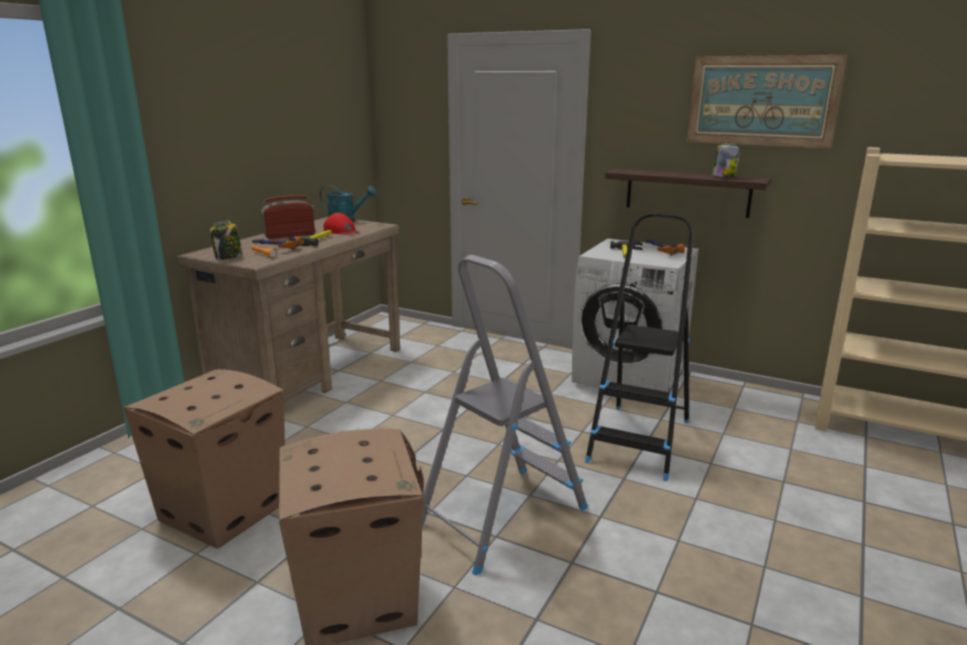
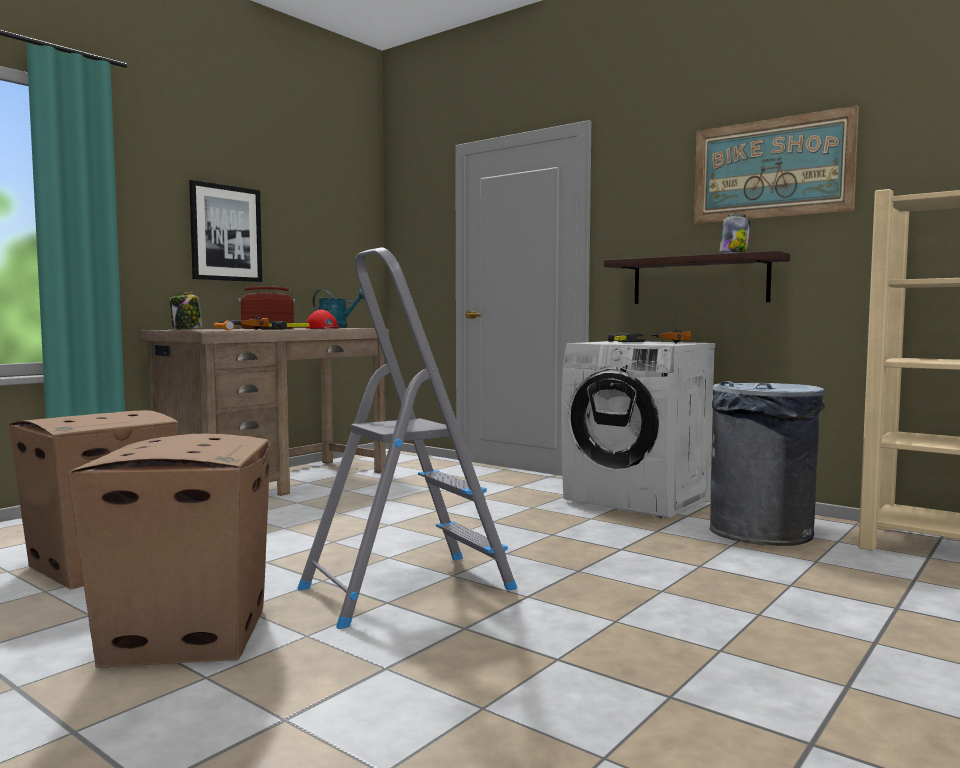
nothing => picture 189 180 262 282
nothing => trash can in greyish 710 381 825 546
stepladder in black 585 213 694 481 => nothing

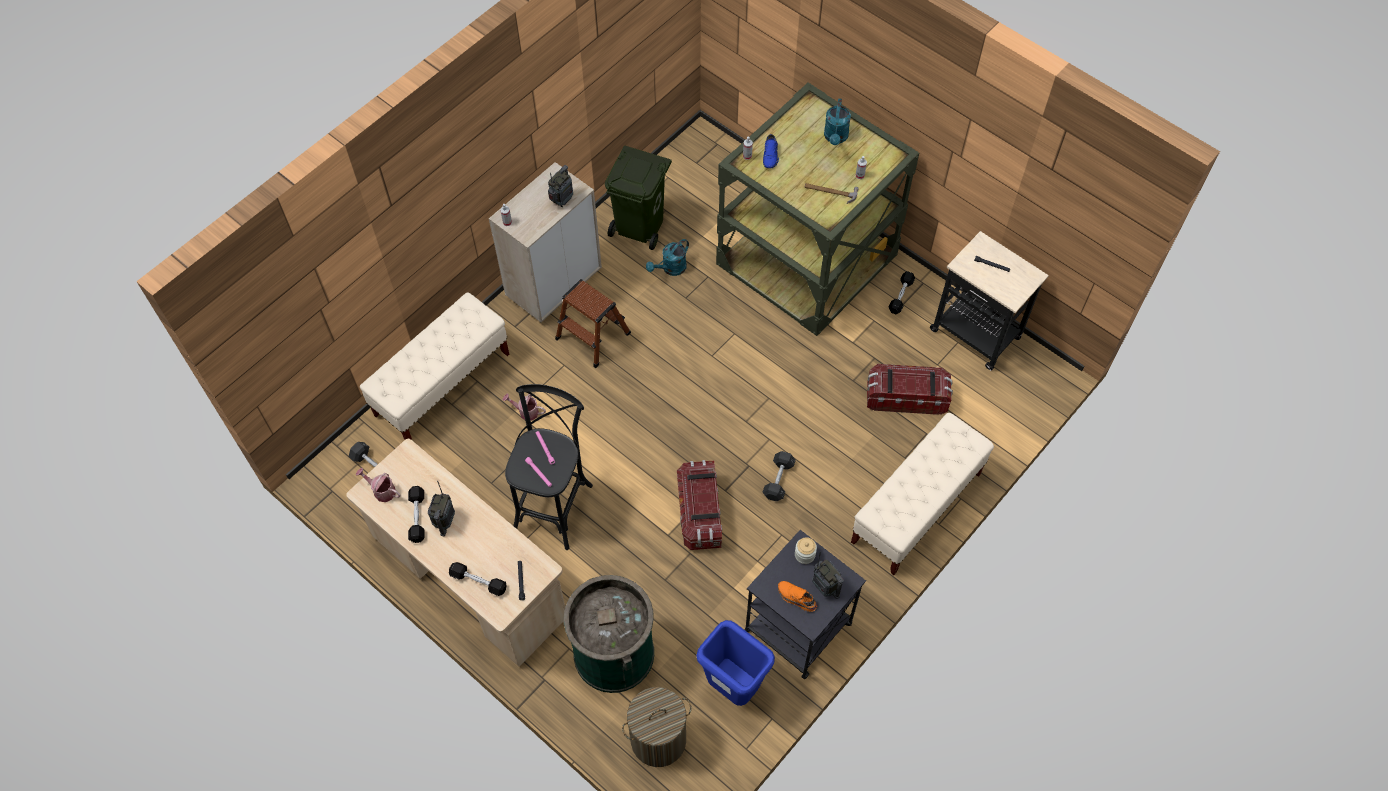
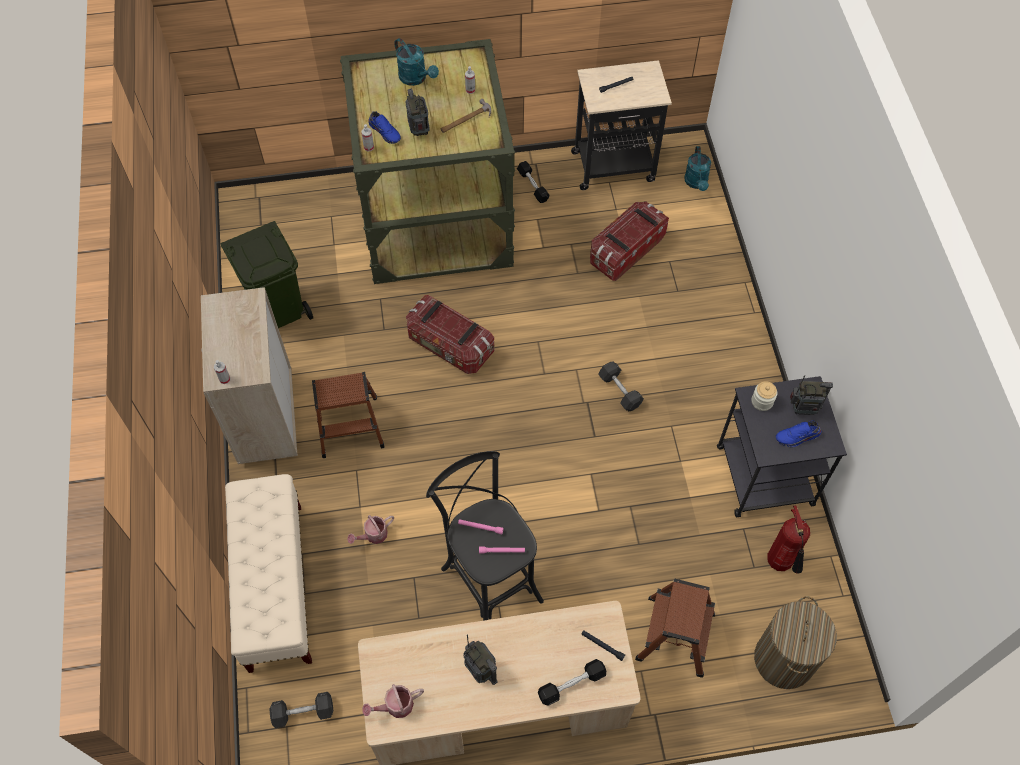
radio set 548 165 573 207 => radio set 406 89 430 136, move
storage container 677 460 722 550 => storage container 406 295 494 374, move
trash can in green 564 575 654 693 => stepladder in brownish 635 578 715 678
sprinkling can in turquoise-coloured 646 239 689 276 => sprinkling can in turquoise-coloured 684 146 711 191, move
trash can in blue-coloured 696 620 775 706 => extinguisher 767 505 810 574
low shoe in orangey 778 581 817 612 => low shoe in blue-coloured 776 421 821 447
dumbbell in black 408 486 424 543 => nothing
long seat in beige-coloured 851 413 994 575 => nothing

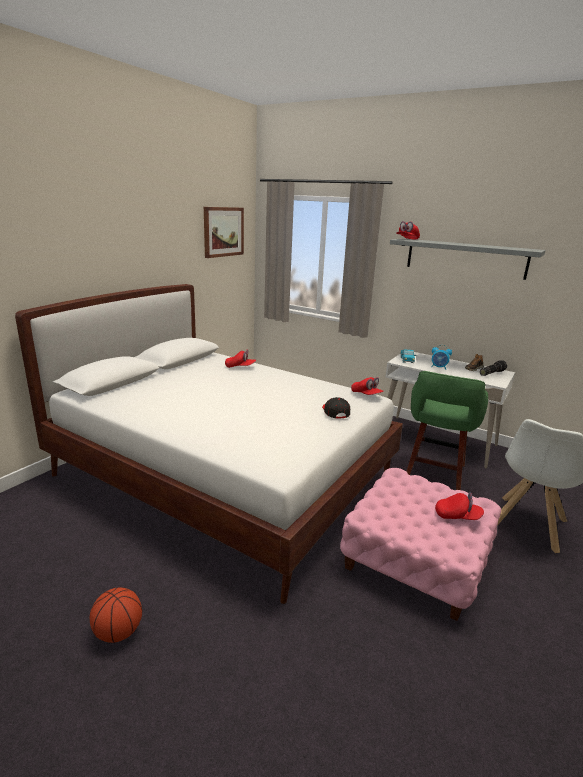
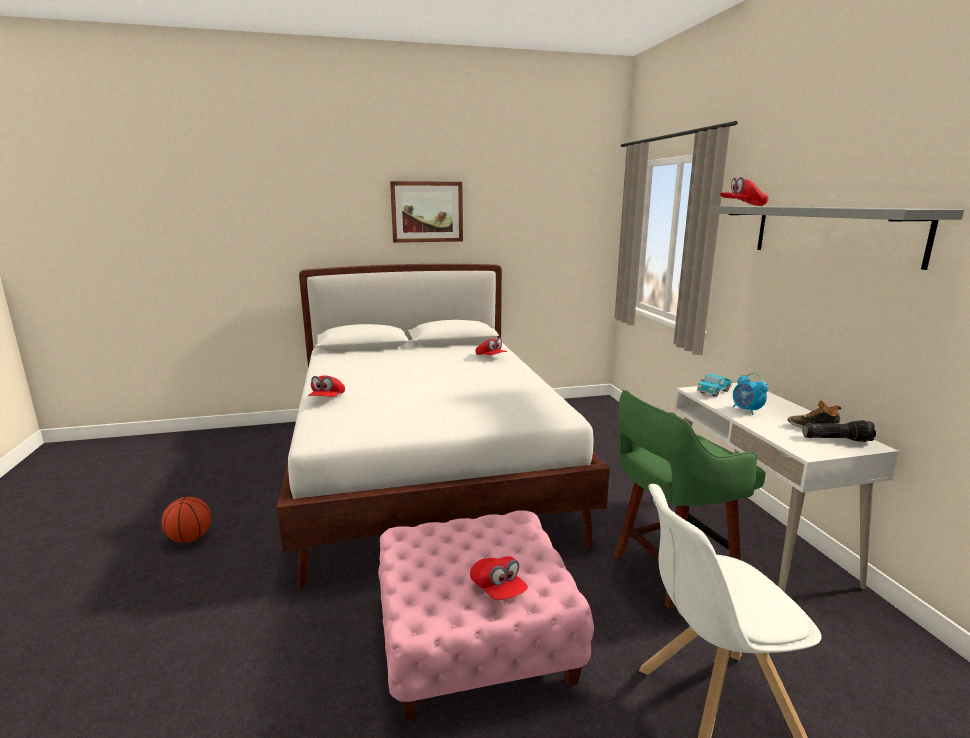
peaked cap in red 351 377 384 395 => peaked cap in red 308 376 345 397, move
picture 204 207 244 258 => picture 390 181 463 243, move
peaked cap in black 322 397 350 418 => nothing

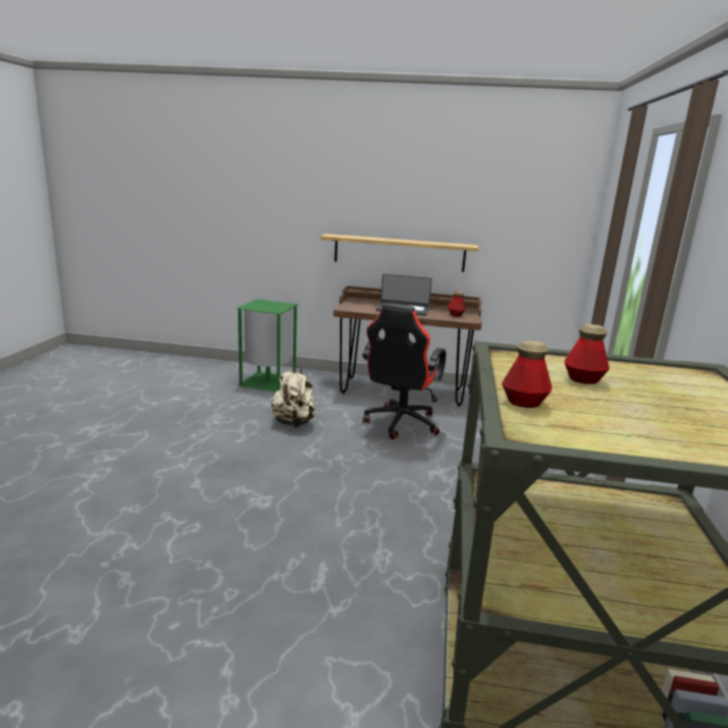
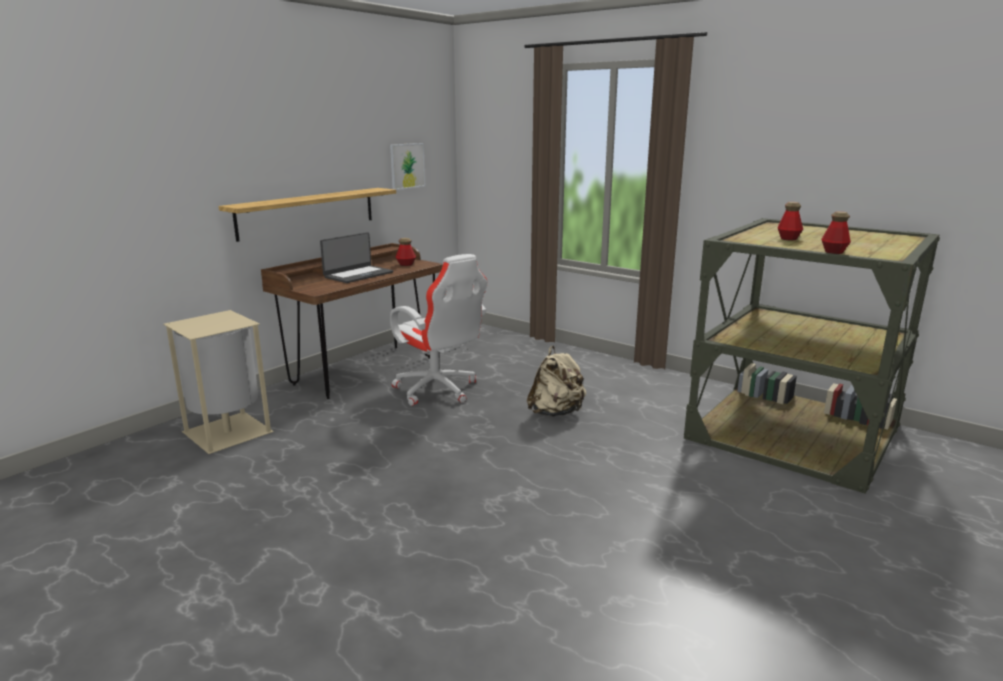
trash can in green 236 299 298 392 => trash can in beige-coloured 163 310 274 454
nothing => picture 390 143 425 190
desk chair in black 362 303 446 440 => desk chair in white-coloured 390 254 487 406
rucksack in beige-coloured 271 366 316 428 => rucksack in beige-coloured 527 346 586 417, move

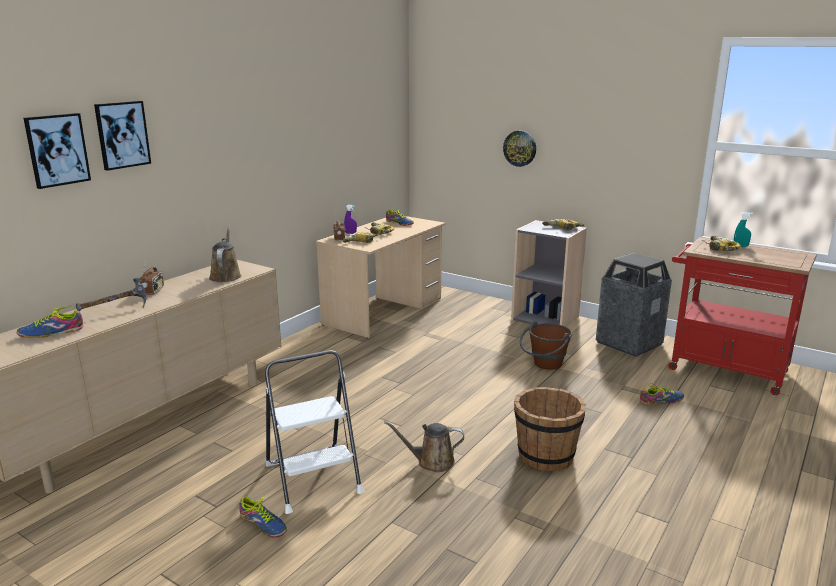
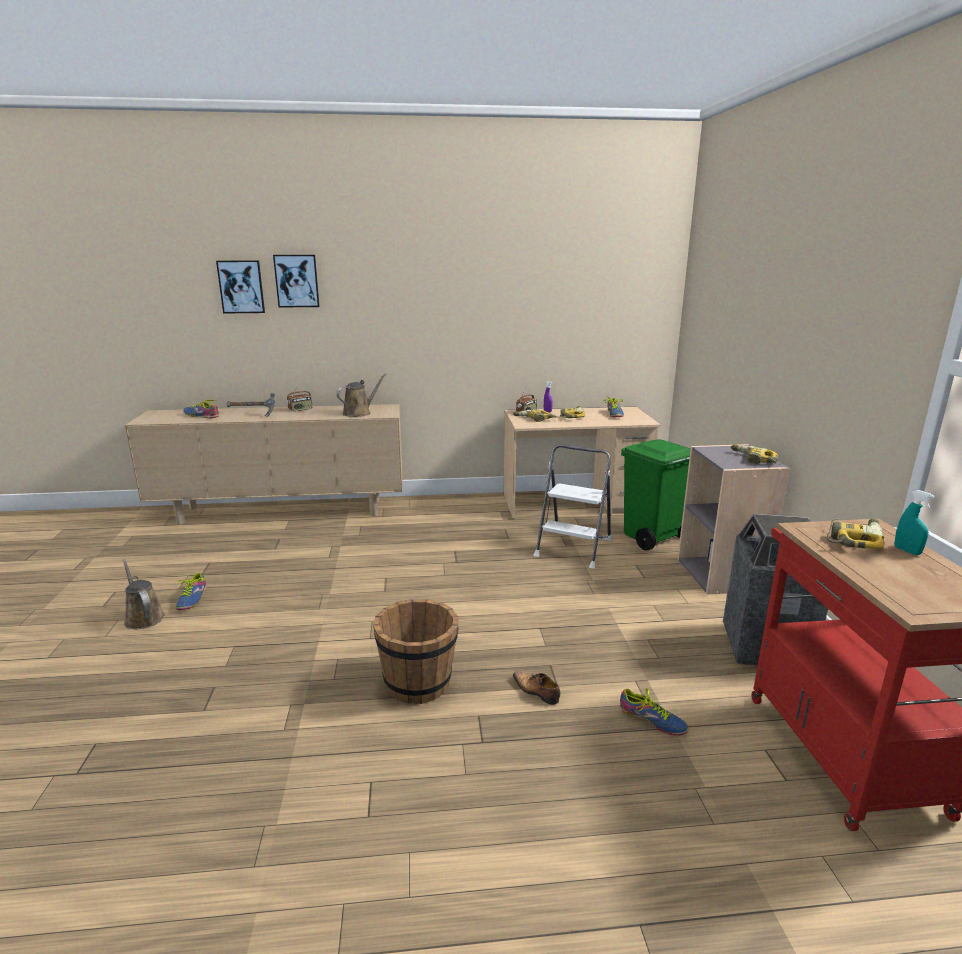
sprinkling can in brownish 384 421 464 472 => sprinkling can in brownish 123 559 165 629, move
nothing => low shoe 513 671 560 705
stepladder in white-coloured 265 350 364 514 => stepladder in white-coloured 533 445 611 569, move
nothing => trash can in green 621 440 691 551
wall clock 503 131 536 167 => nothing
pail in brownish 520 321 572 370 => nothing

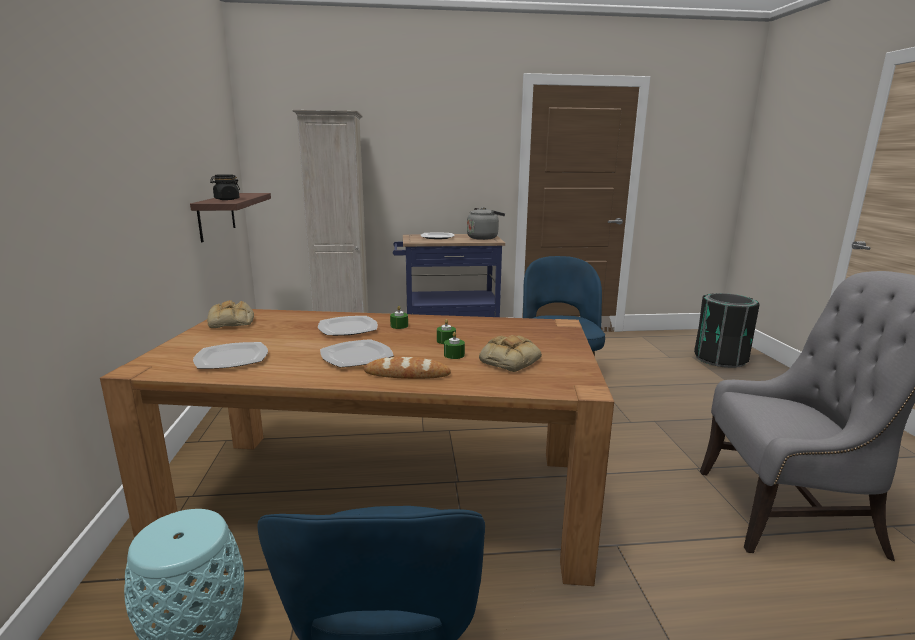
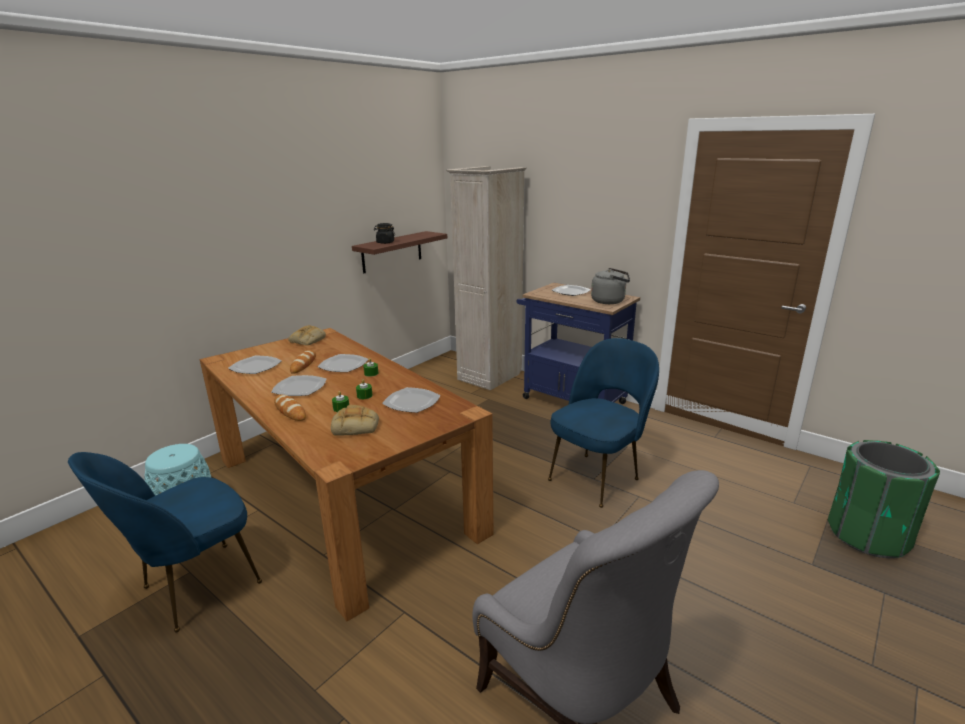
nothing => baked bread 290 350 316 374
nothing => dinner plate 382 387 441 413
trash can in black 694 293 760 368 => trash can in green 828 440 940 558

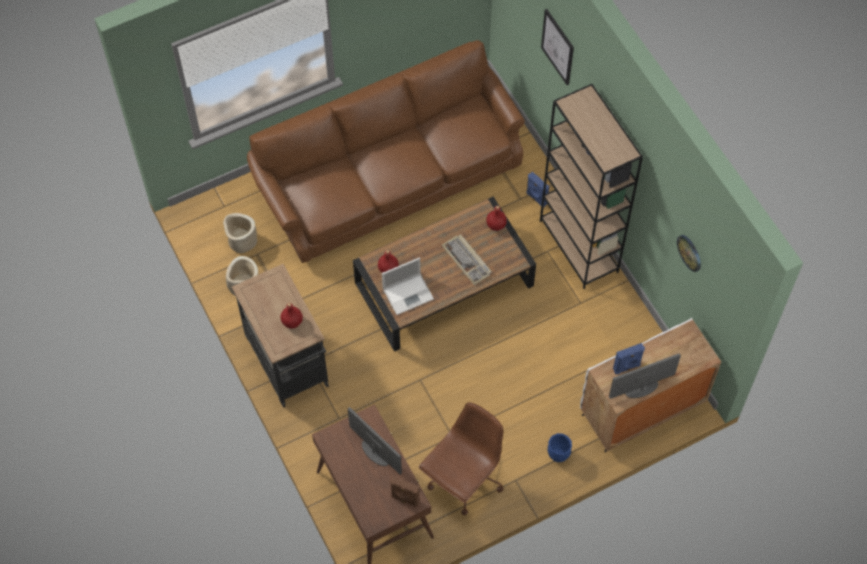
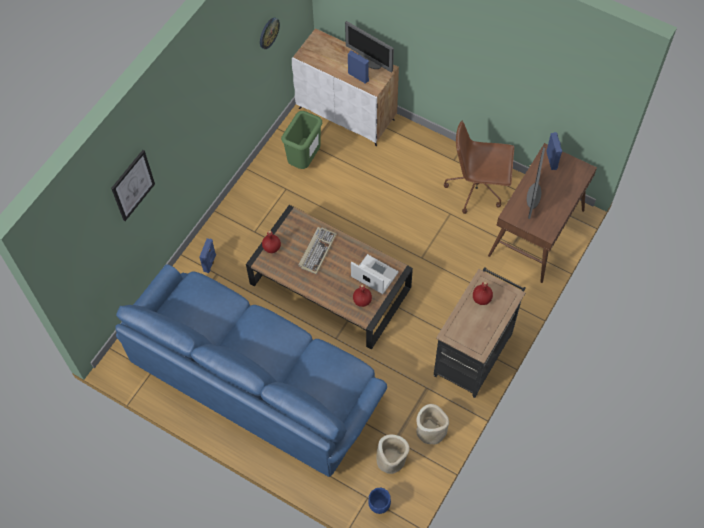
sofa in brownish 247 40 525 263 => sofa in blue-coloured 115 264 387 477
nothing => trash can in green 281 111 322 169
flower pot in blue-coloured 548 433 572 462 => flower pot in blue-coloured 368 488 391 514, move
speaker in brownish 390 476 420 507 => speaker in blue-coloured 546 132 562 170
bookshelf in beige-coloured 540 84 643 289 => nothing

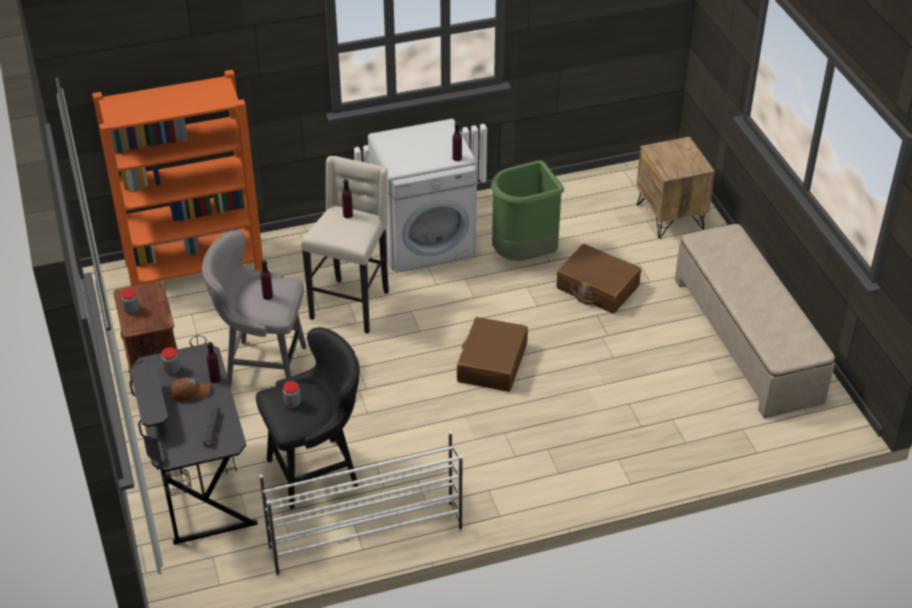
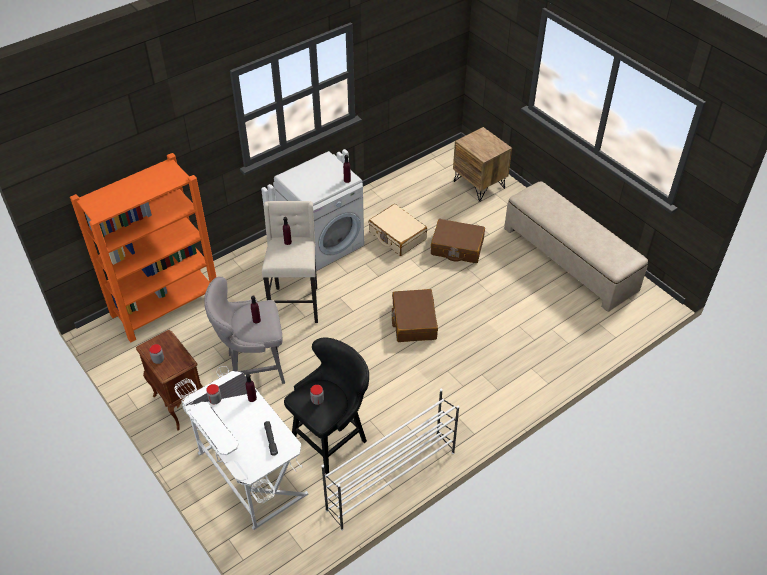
desk unit in black 129 335 258 544 => desk unit in white-coloured 174 366 308 530
trash can in green 491 160 564 261 => travel case in beige-coloured 368 204 427 256
peaked cap in brownish 171 377 210 402 => nothing

